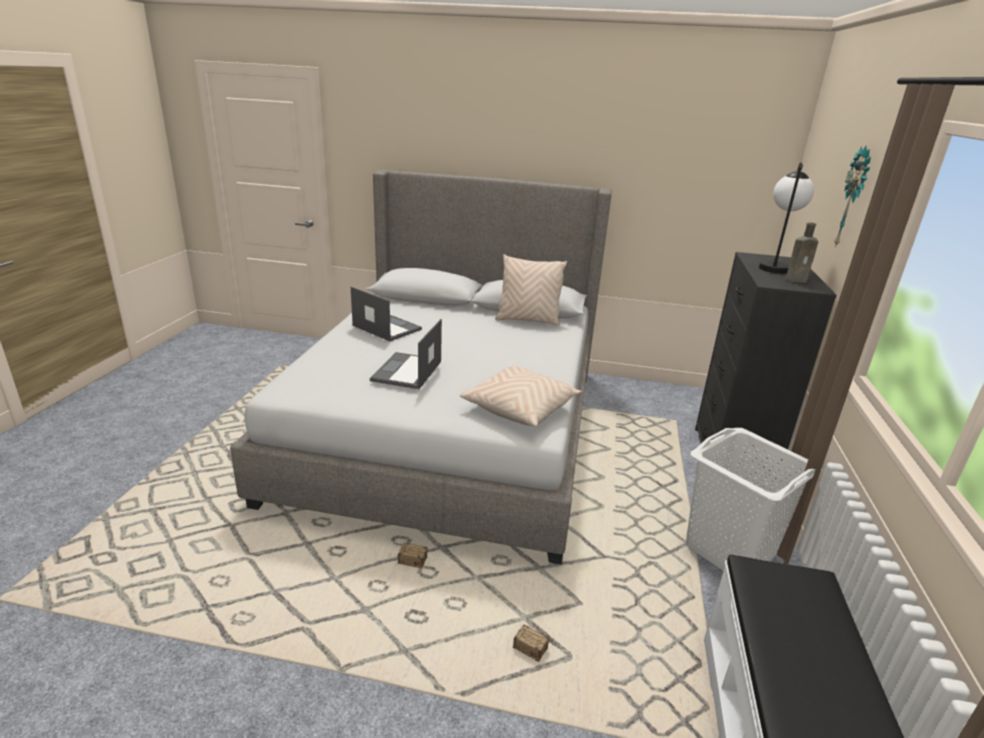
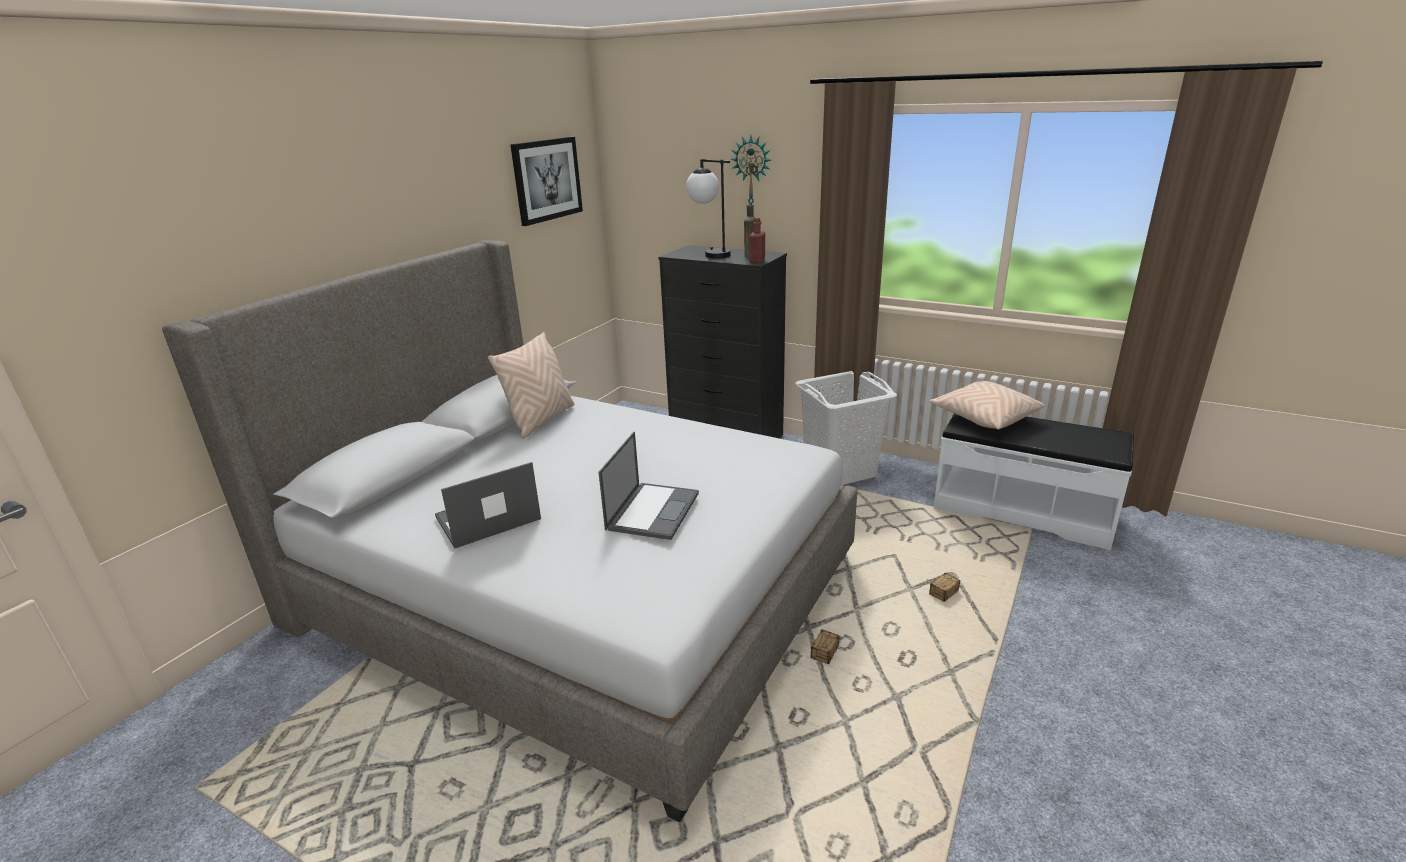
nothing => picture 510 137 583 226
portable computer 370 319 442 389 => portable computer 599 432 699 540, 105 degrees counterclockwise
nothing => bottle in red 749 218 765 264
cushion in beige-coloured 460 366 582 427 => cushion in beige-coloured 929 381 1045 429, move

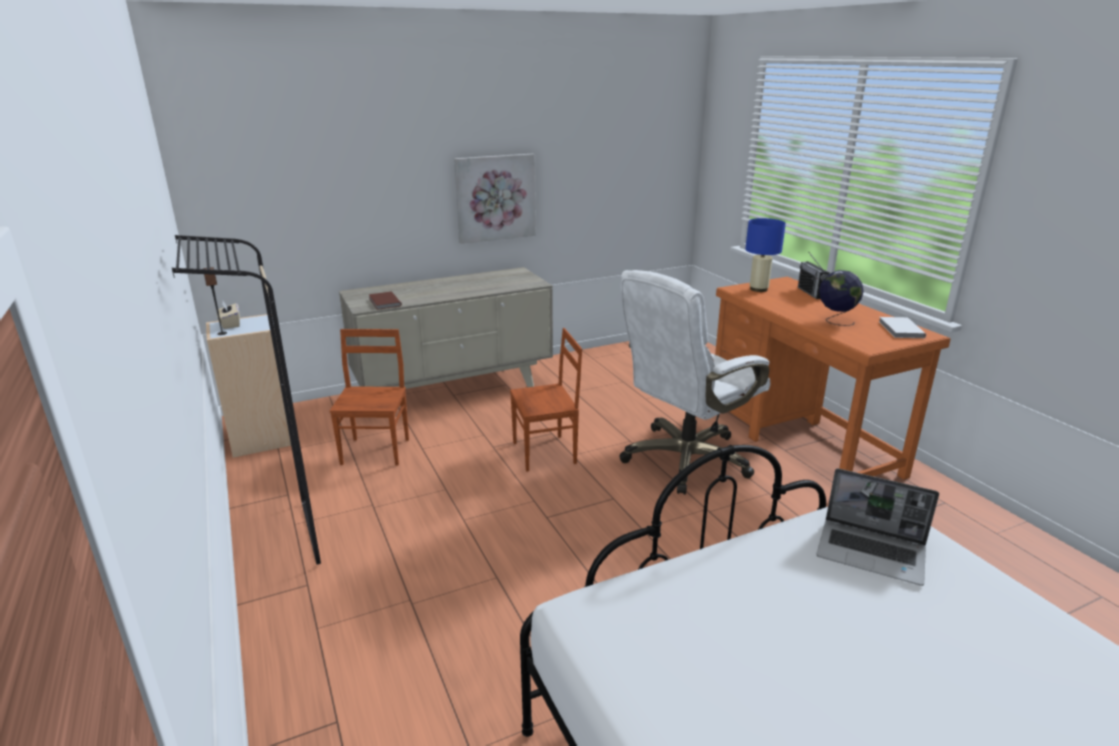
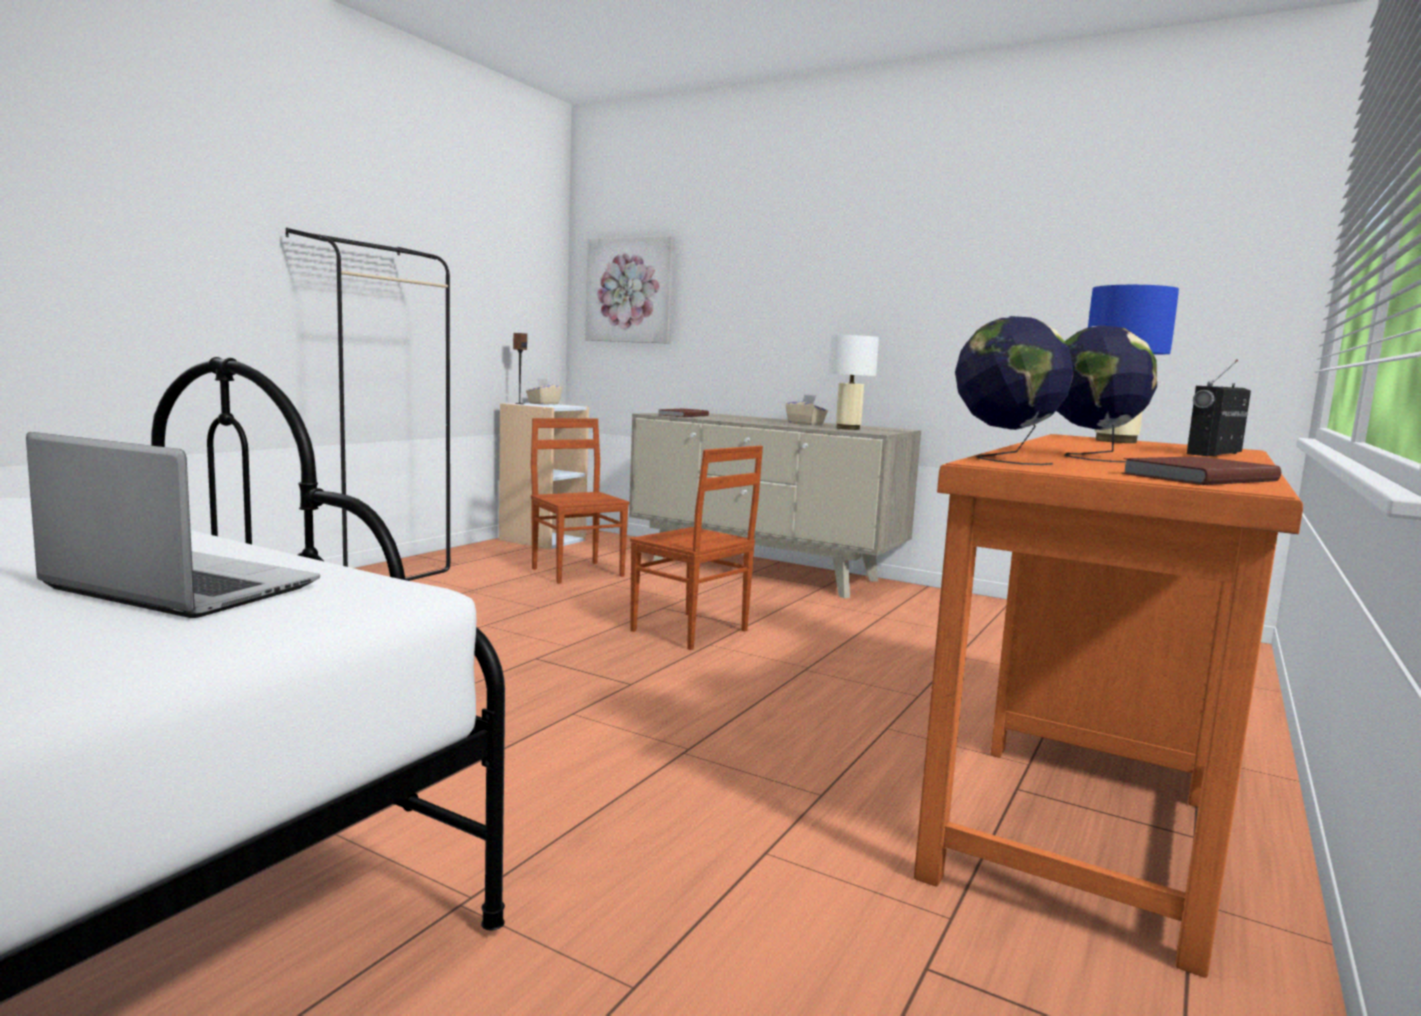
portable computer 817 469 939 586 => portable computer 26 432 320 618, 120 degrees clockwise
chair in brownish 330 329 409 466 => chair in brownish 531 418 630 584, 90 degrees counterclockwise
picture 454 154 536 244 => picture 585 236 675 344, move
nothing => tissue holder in beige-coloured 786 395 828 425
nothing => table lamp in white-coloured 829 335 879 430
nothing => world globe 955 316 1073 465
volume in white-coloured 879 317 926 338 => volume in brownish 1122 456 1281 485
desk chair in white-coloured 619 270 770 495 => nothing

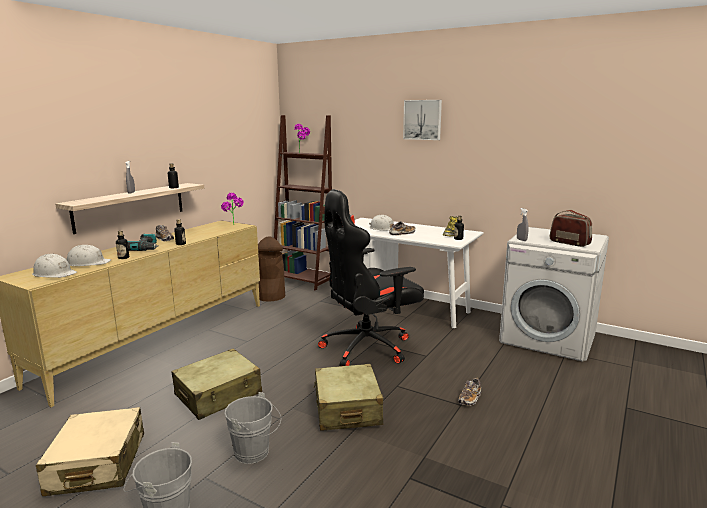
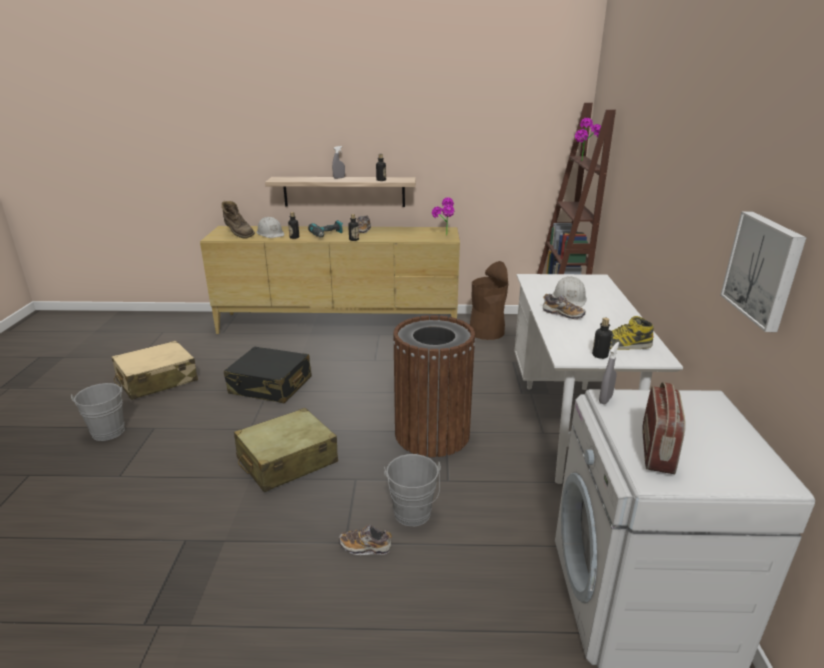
hard hat in white-coloured 32 254 77 278 => high-top boot in brownish 222 201 255 238
travel case in beige-coloured 172 349 262 420 => travel case in black 224 346 312 403
pail in greyish 224 392 281 464 => pail in greyish 384 454 441 526, move
desk chair in black 318 189 424 366 => trash can in brownish 393 315 476 457
picture 403 100 442 140 => picture 720 211 806 332, move

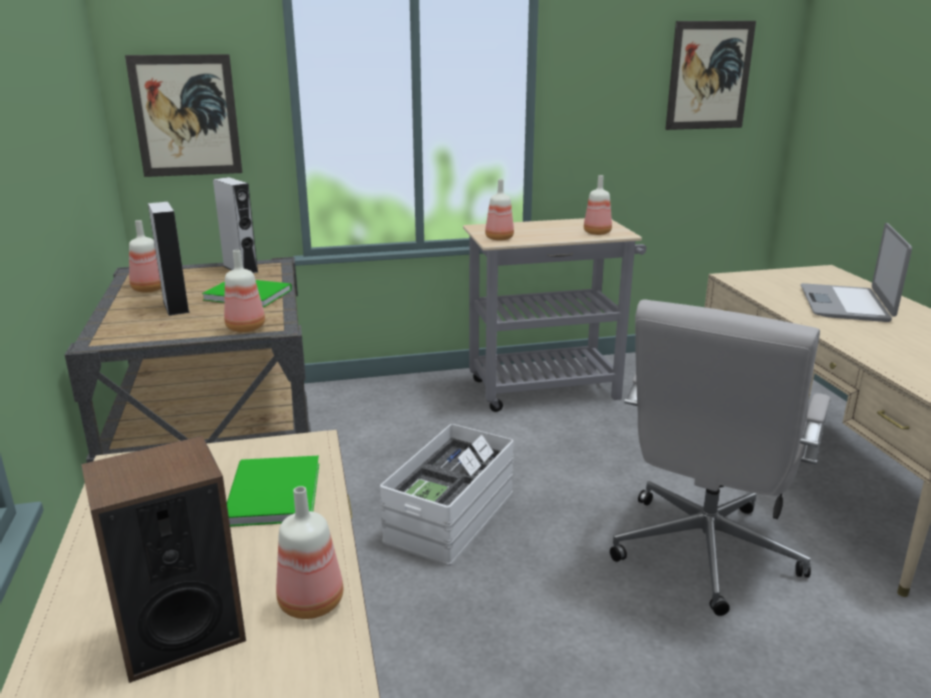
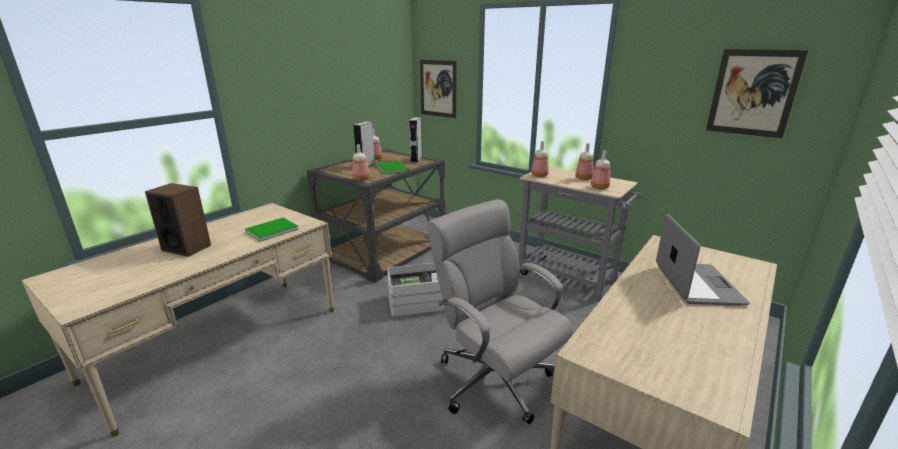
desk chair in greyish 610 299 831 616 => desk chair in greyish 427 199 573 424, 60 degrees clockwise
bottle 276 486 343 619 => bottle 575 143 594 180, move
portable computer 801 223 912 322 => portable computer 656 214 750 306, 120 degrees clockwise

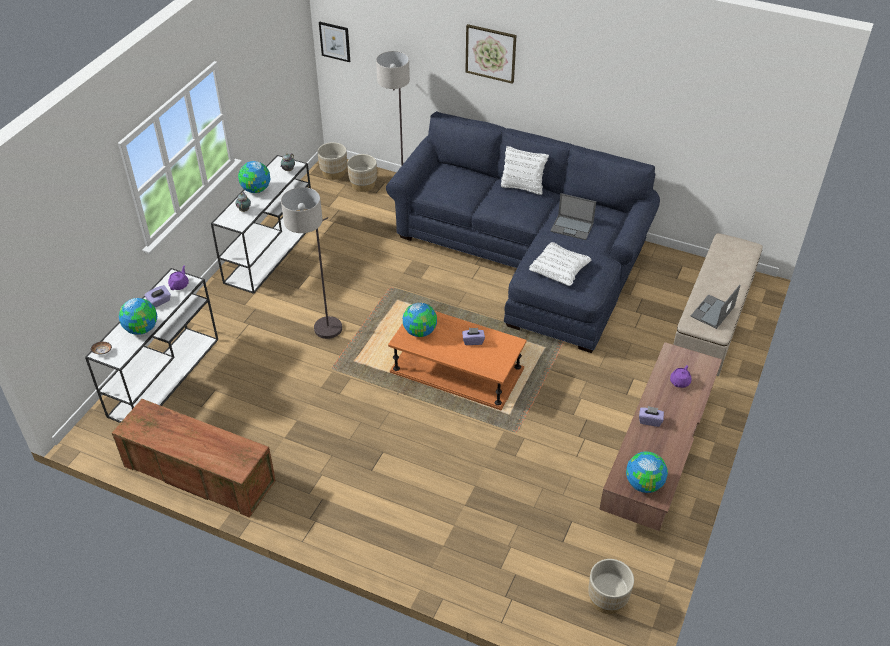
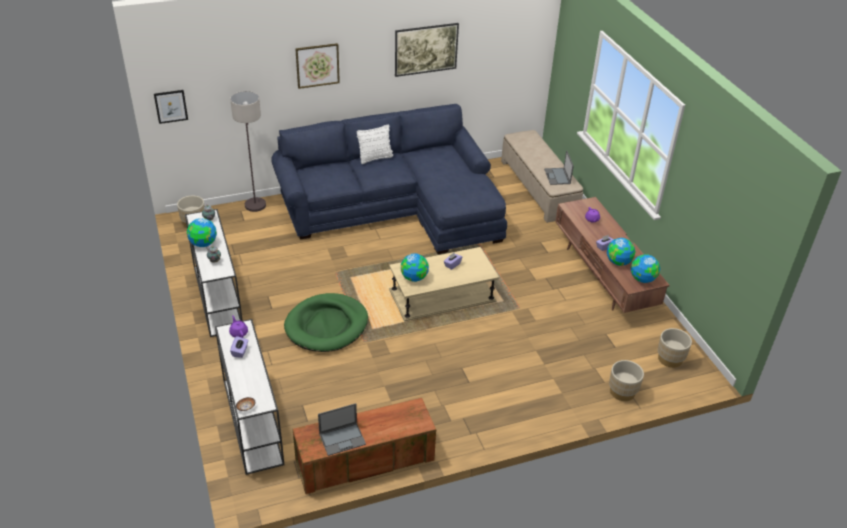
standard lamp in greyish 281 187 342 339 => pet bed in green 284 293 368 352
portable computer 551 193 596 240 => portable computer 318 403 366 456, move
lounge table in orangey 388 311 527 410 => lounge table in beige-coloured 389 247 499 322
nothing => picture 395 23 459 77
world globe 119 298 157 335 => world globe 607 238 635 266, move
flower pot in beige-coloured 347 154 377 192 => flower pot in beige-coloured 609 360 644 401, move
cushion in white-coloured 529 242 592 286 => nothing

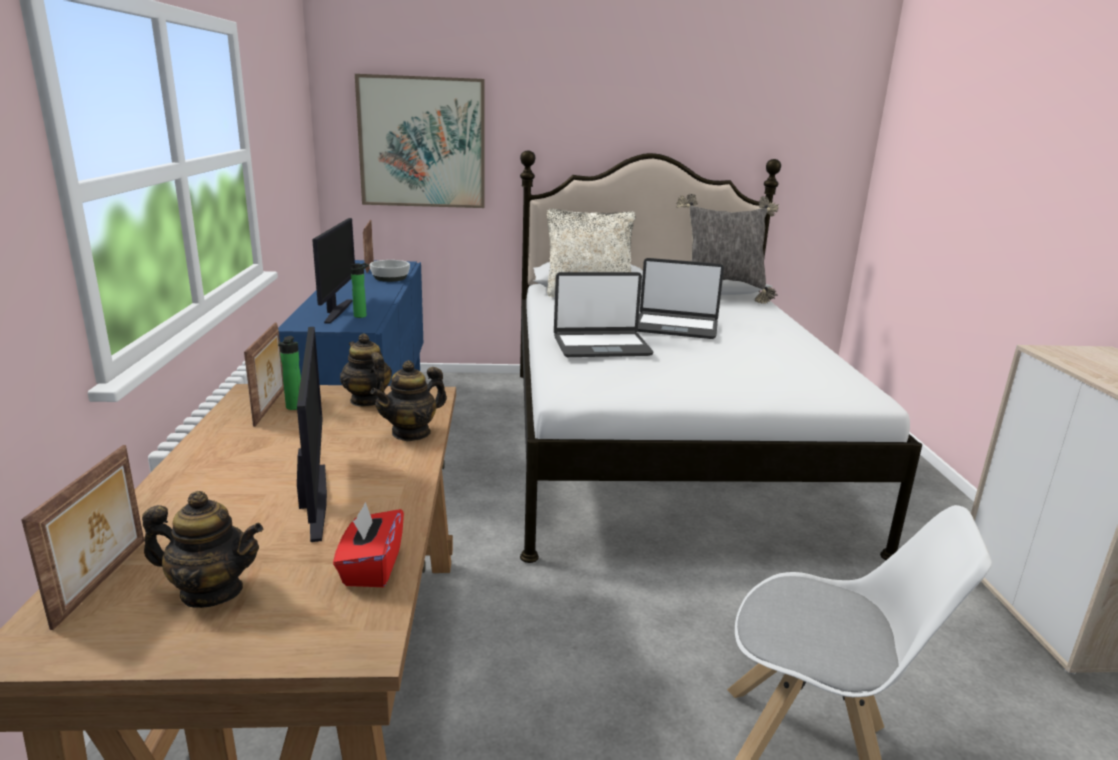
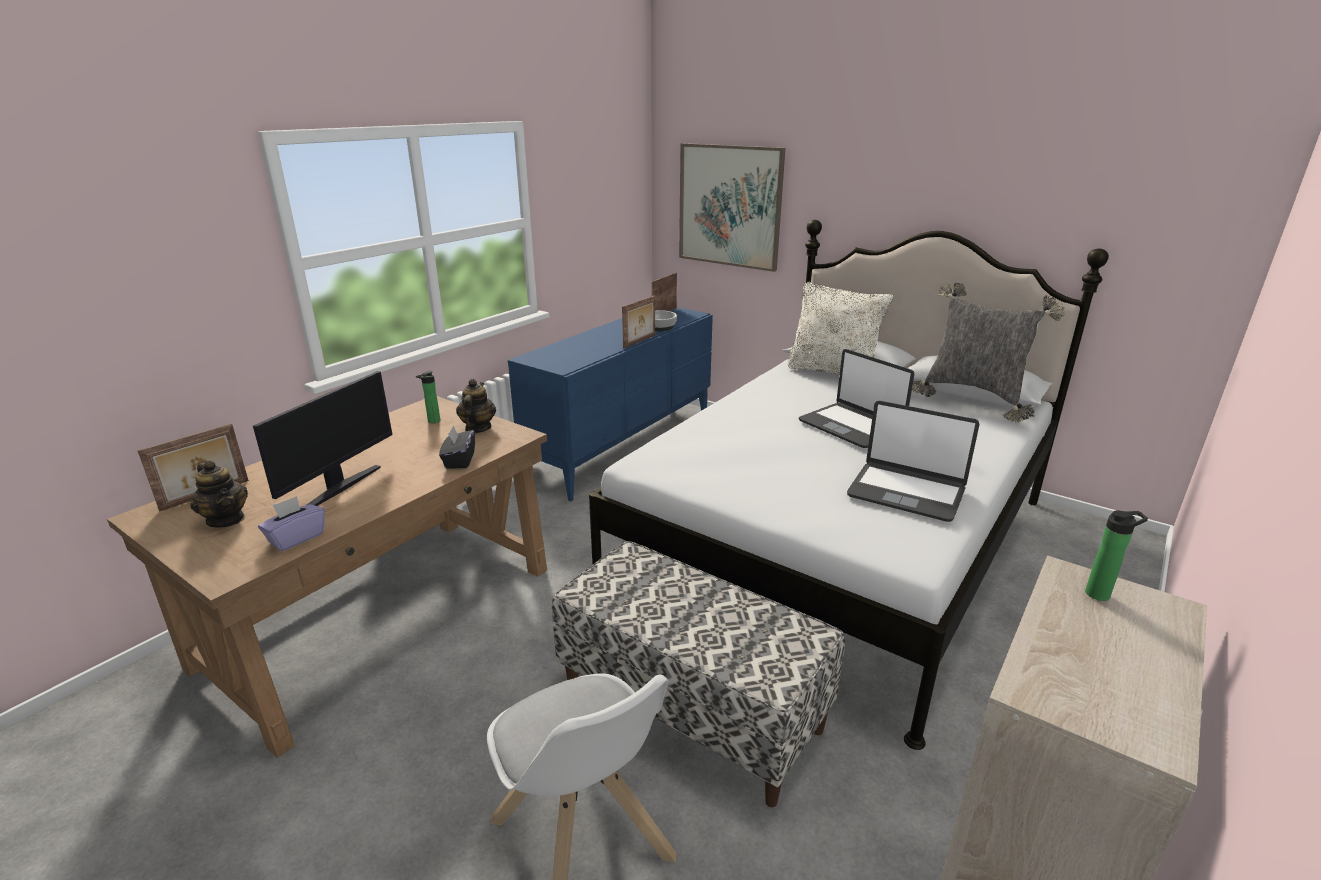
tissue holder in red 333 502 404 587 => tissue holder in purple 258 496 325 552
pot for tea 370 360 447 441 => tissue holder in black 439 425 475 469
nothing => long seat 552 541 845 807
standing frame 244 323 284 427 => standing frame 622 296 655 348, move
portable computer 554 272 654 357 => portable computer 847 401 979 522, move
bottle 351 263 369 318 => bottle 1085 510 1148 601, move
computer screen 312 218 355 324 => nothing

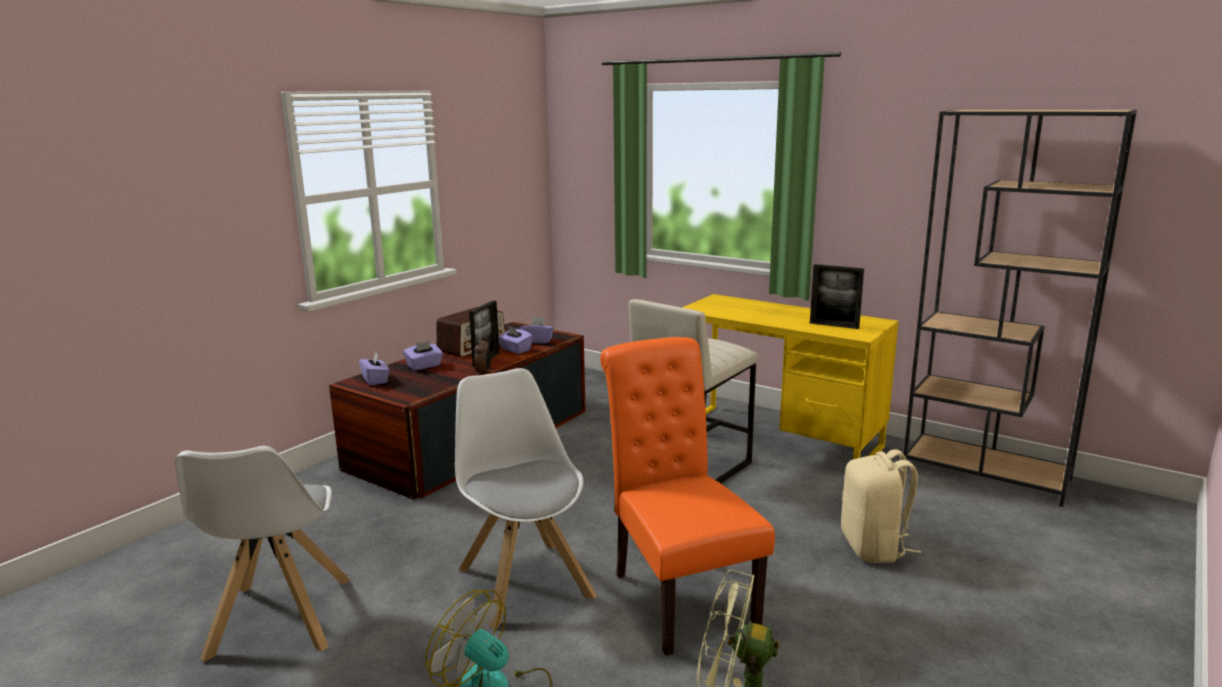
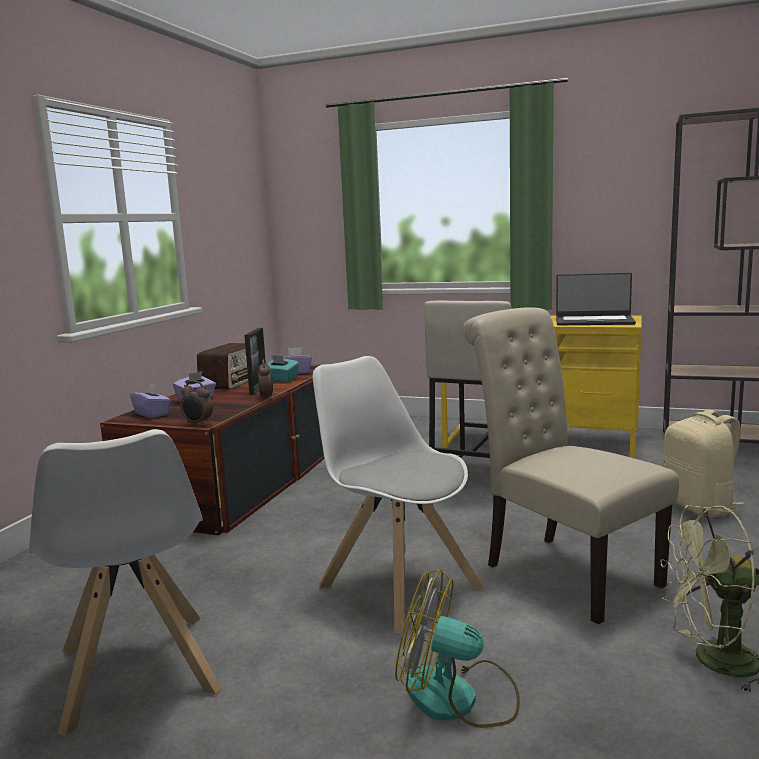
nothing => alarm clock 180 381 213 426
tissue holder in purple 499 326 533 354 => tissue holder in turquoise-coloured 267 355 299 382
chair in orangey 600 337 775 656 => chair in beige-coloured 463 307 679 625
standing frame 810 264 864 329 => portable computer 556 273 636 325

